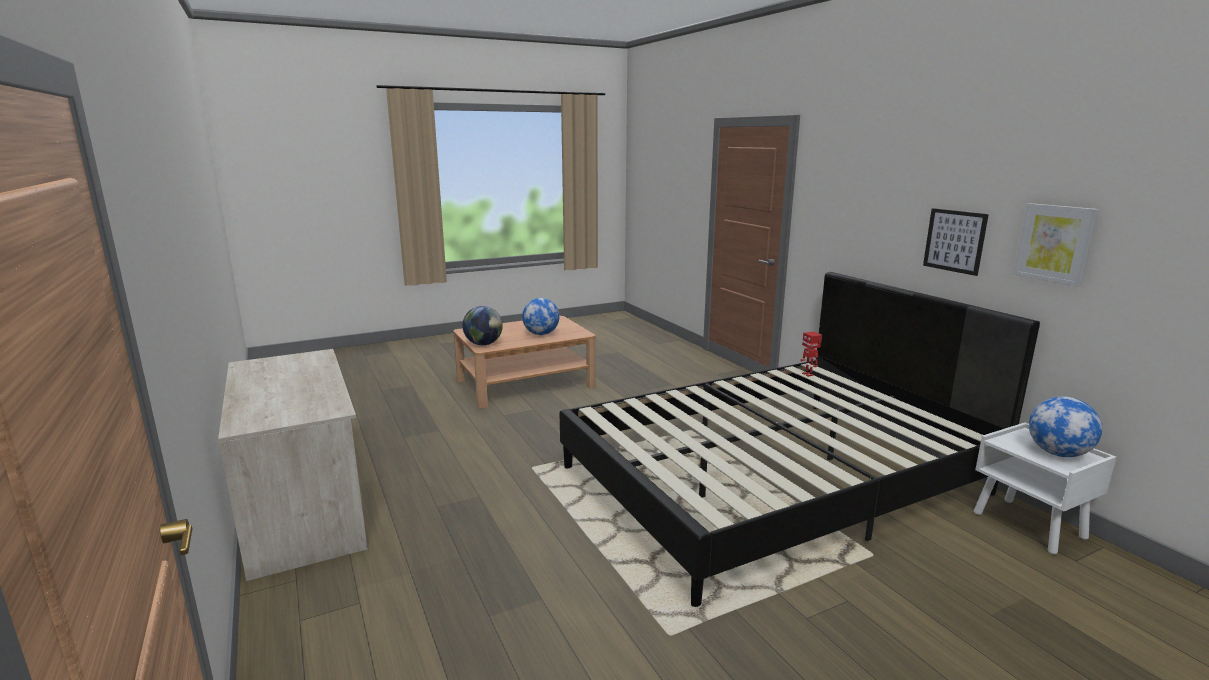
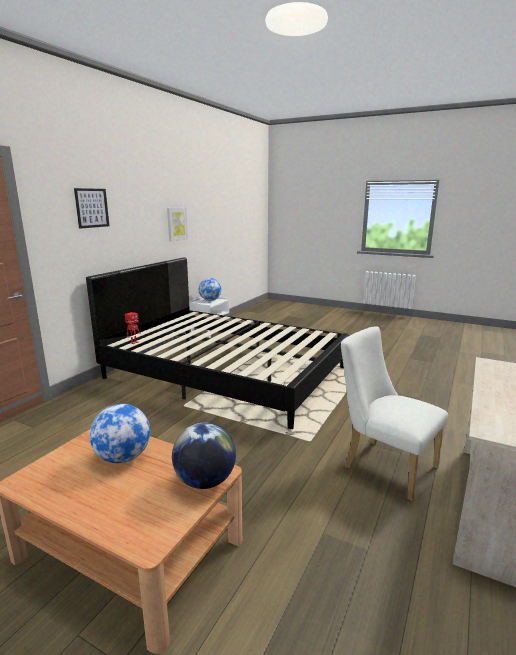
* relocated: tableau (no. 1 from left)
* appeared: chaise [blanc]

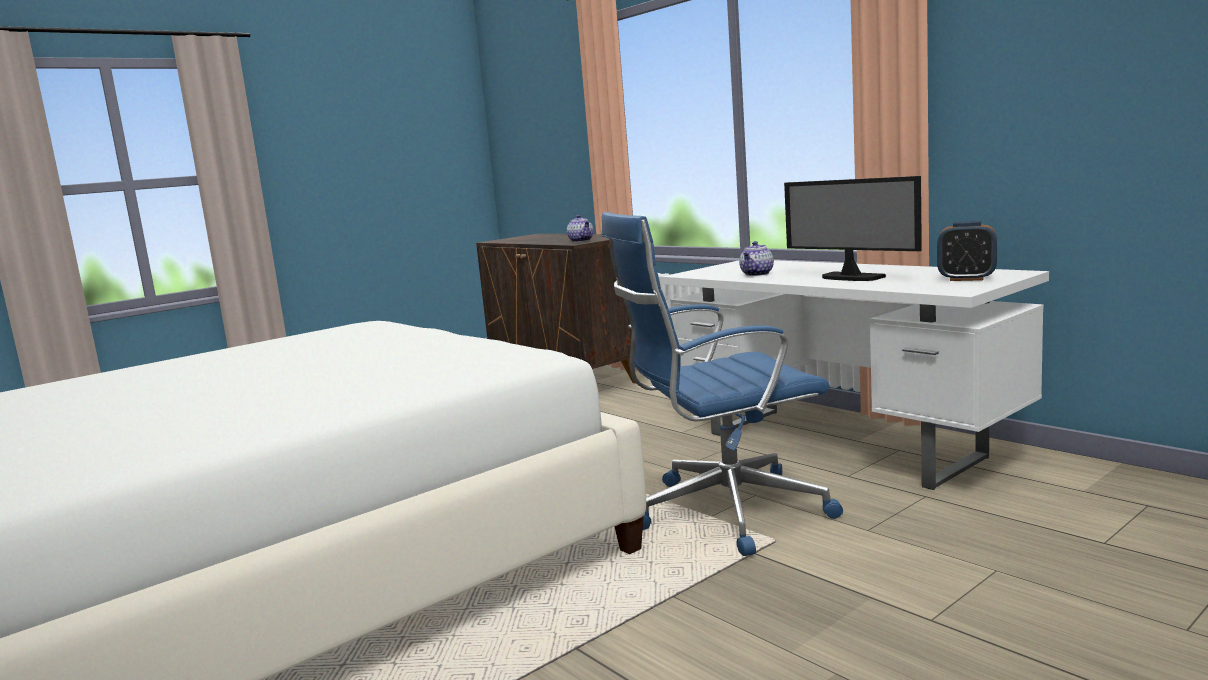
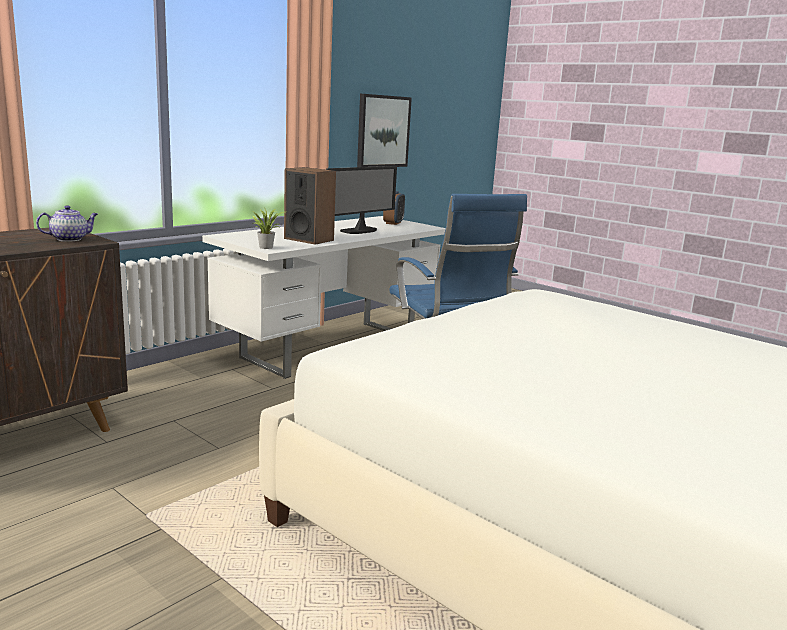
* exchanged: théière (no. 2 from left) to enceinte
* appeared: plante en pot
* appeared: tableau

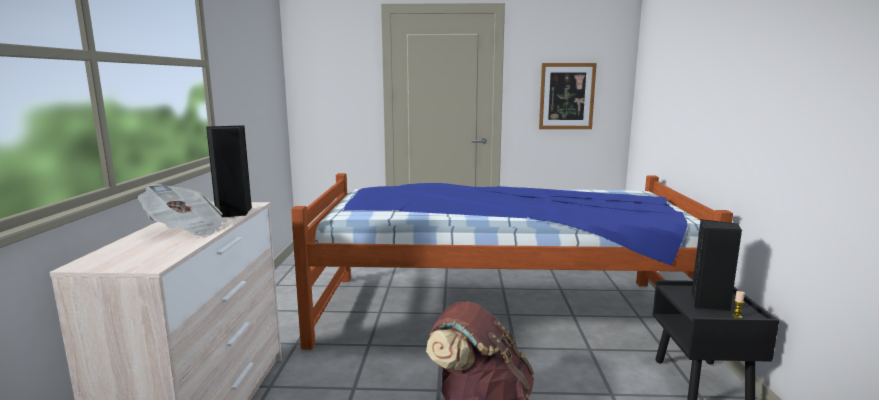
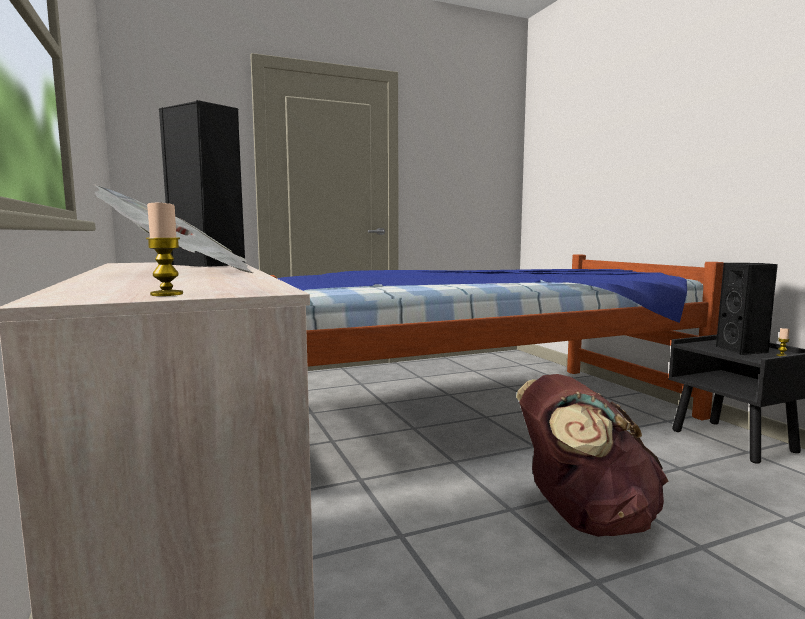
* missing: tableau
* appeared: bougie (no. 1 from left)

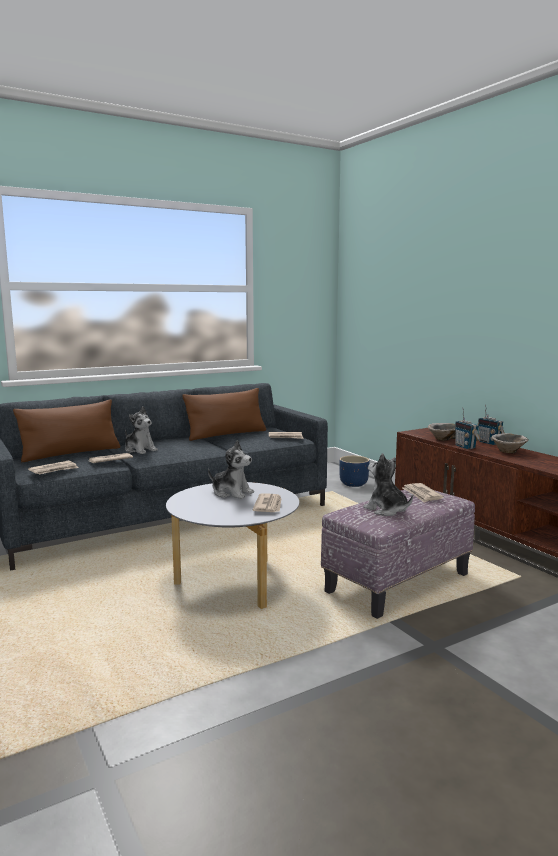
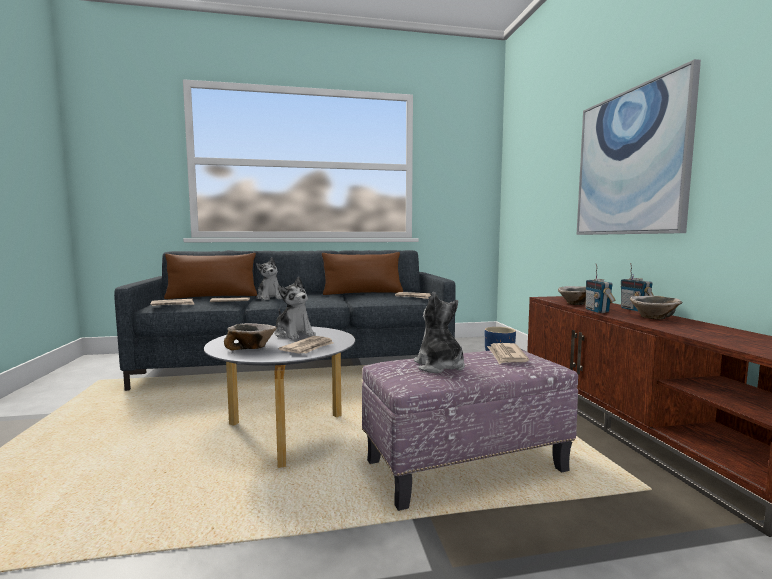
* appeared: bol (no. 1 from left)
* appeared: tableau

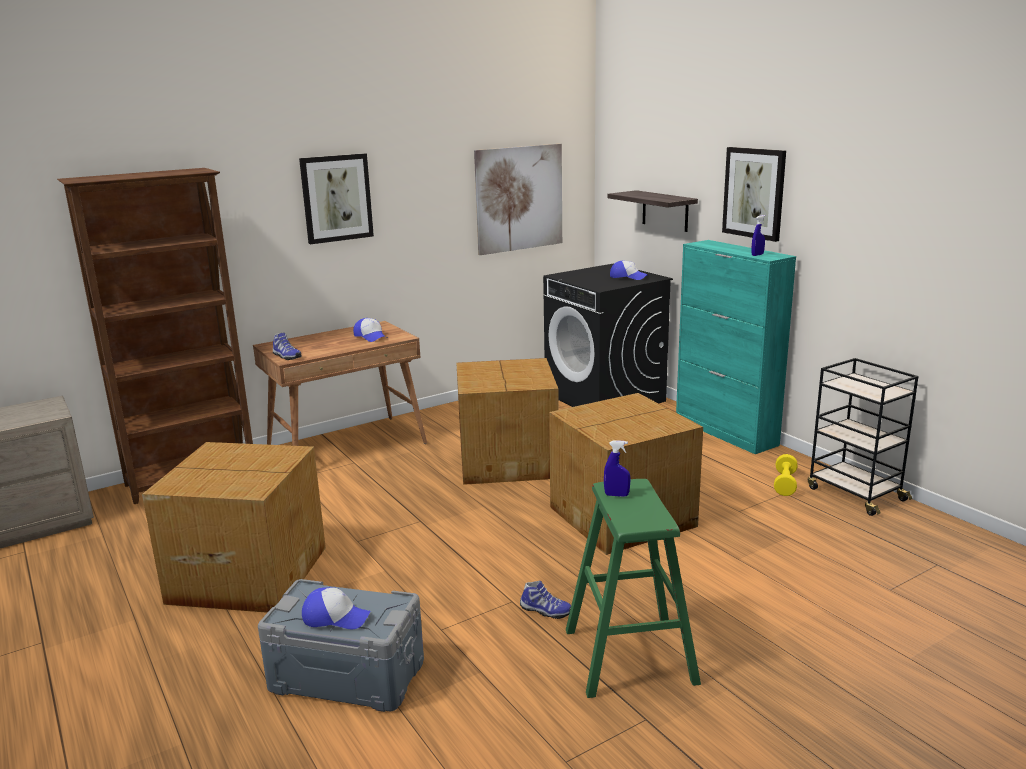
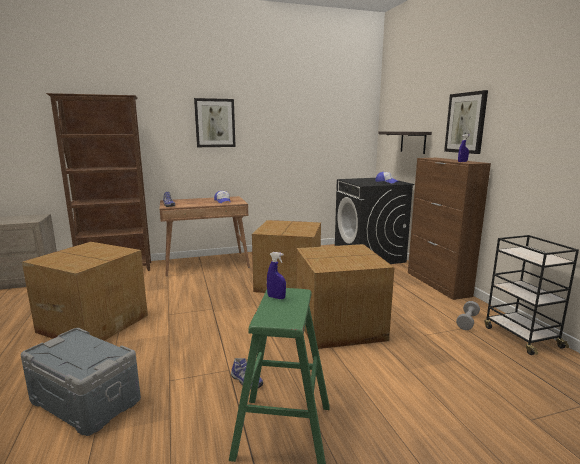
* missing: casquette (no. 1 from left)
* missing: tableau (no. 2 from left)
* colour: meuble de rangement [turquoise] to meuble de rangement [marron]
* colour: haltère [jaune] to haltère [gris]

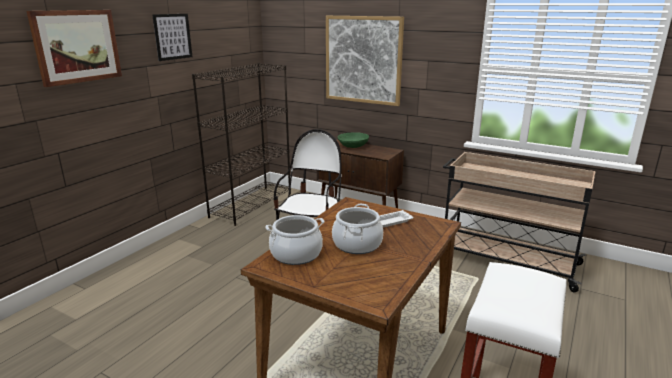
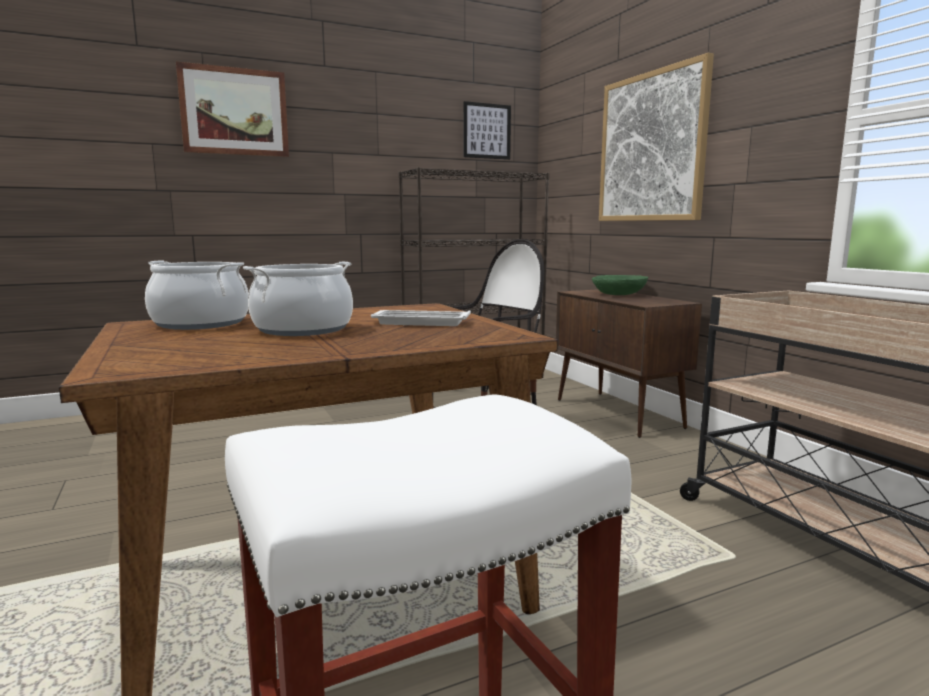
* relocated: tableau (no. 2 from left)

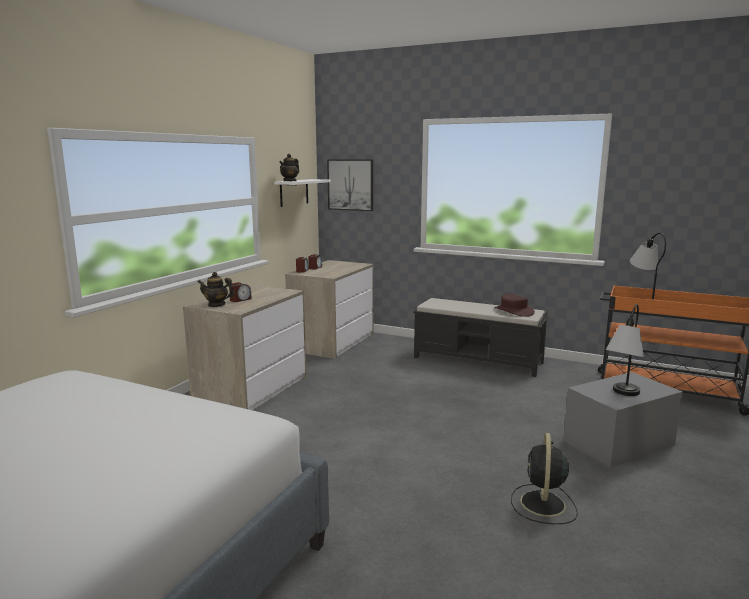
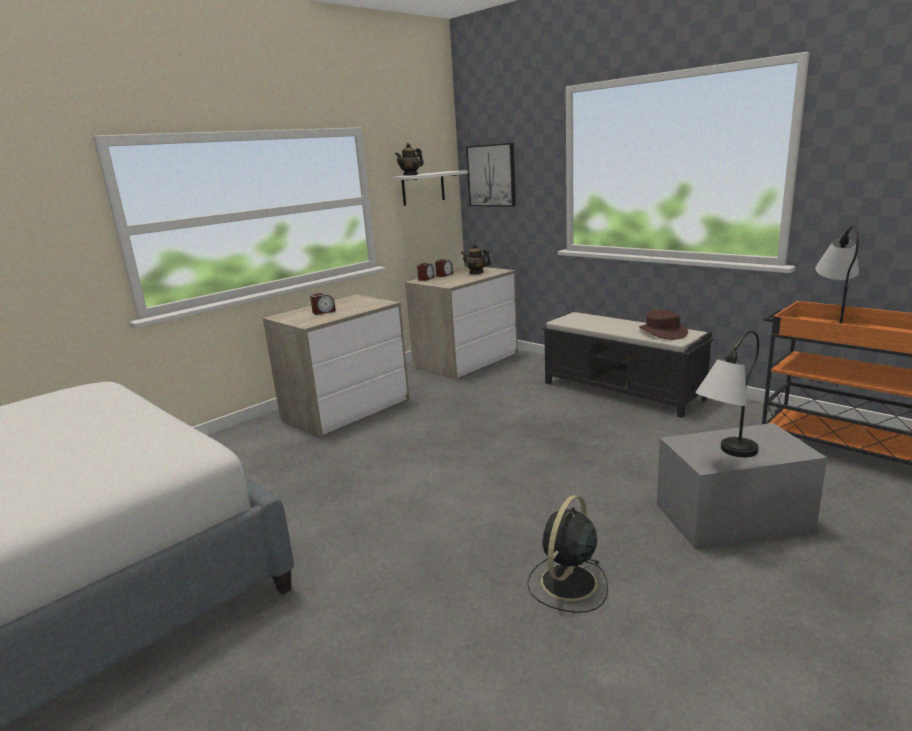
* relocated: théière (no. 1 from left in the first image) to théière (no. 2 from left)

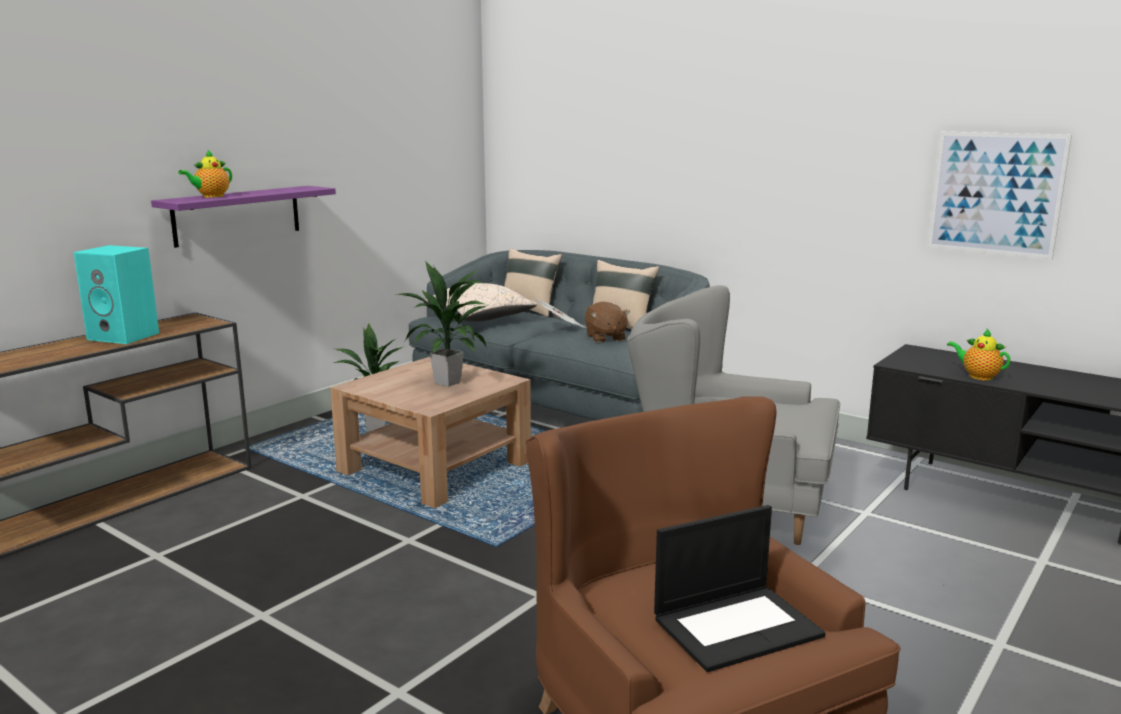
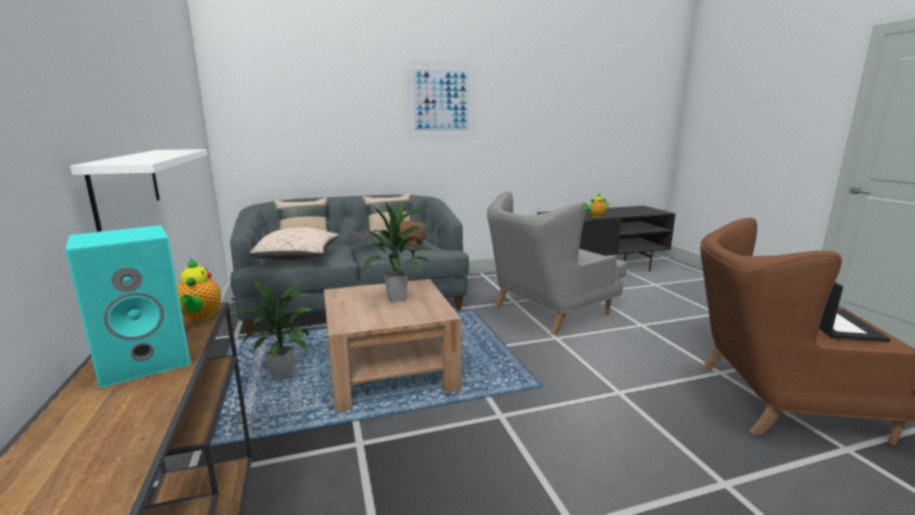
* colour: étagère [violet] to étagère [blanc]
* relocated: théière (no. 1 from left)
* relocated: tableau

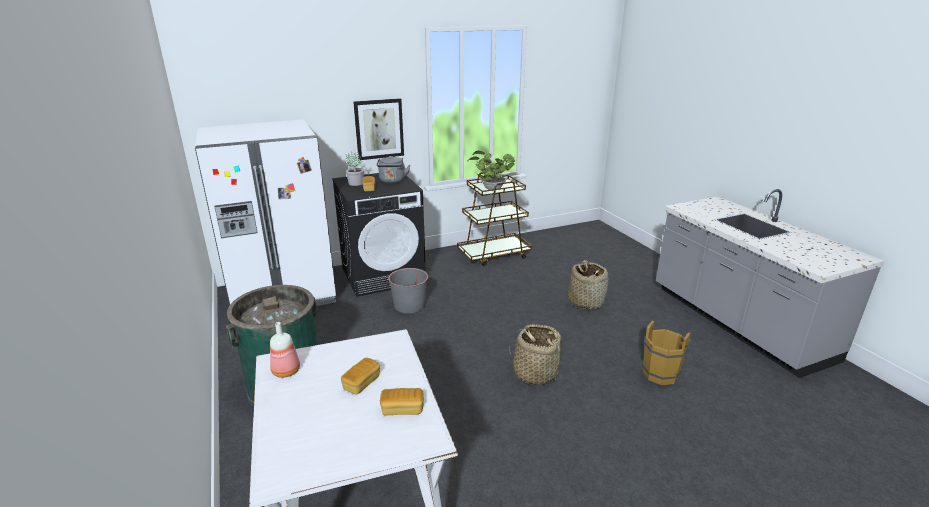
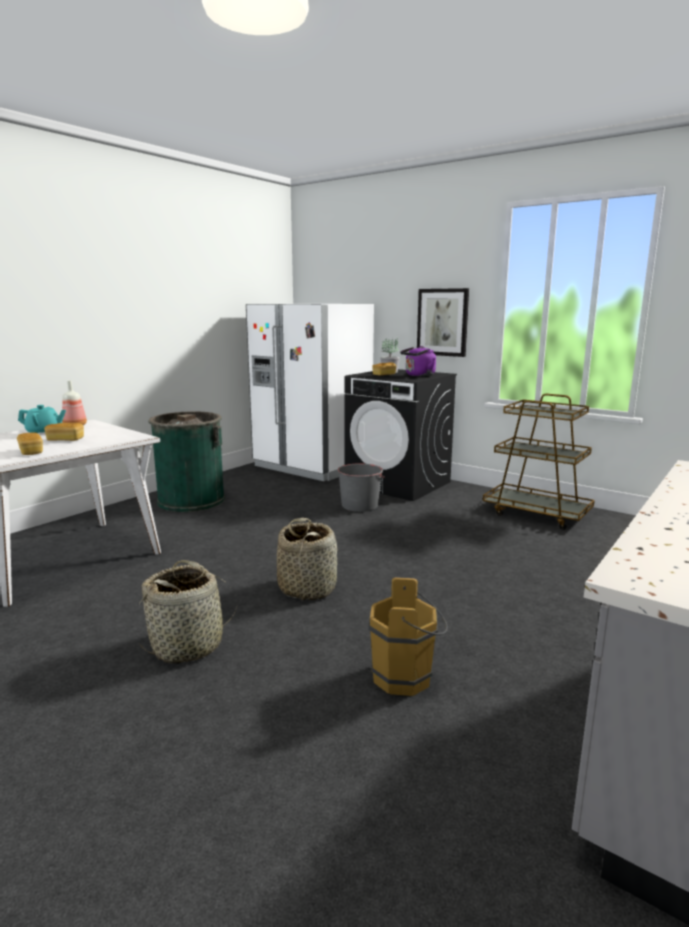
* colour: bouilloire [gris] to bouilloire [violet]
* missing: plante en pot (no. 2 from left)
* relocated: panier (no. 2 from left in the first image) to panier (no. 1 from left)
* appeared: théière [turquoise]

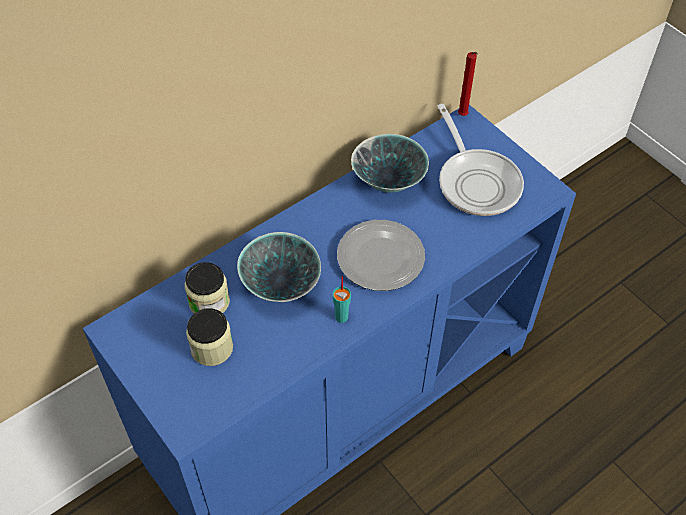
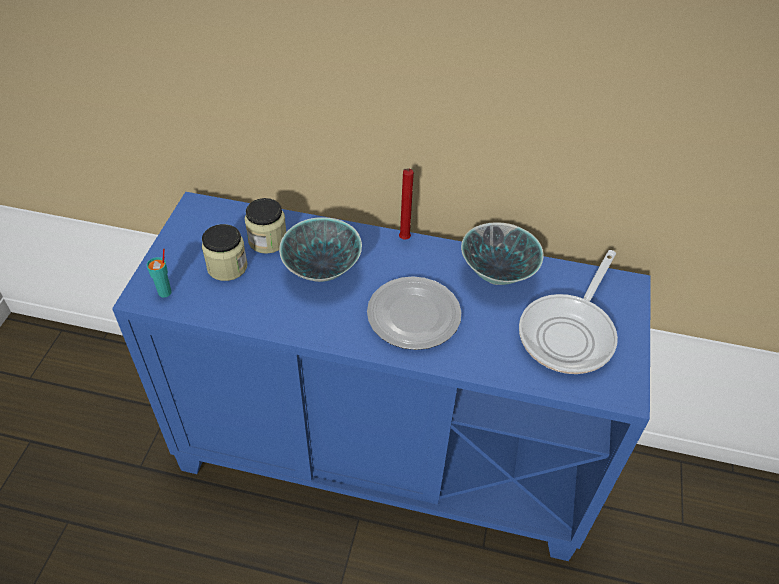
* relocated: tasse [turquoise]
* relocated: bougie [rouge]

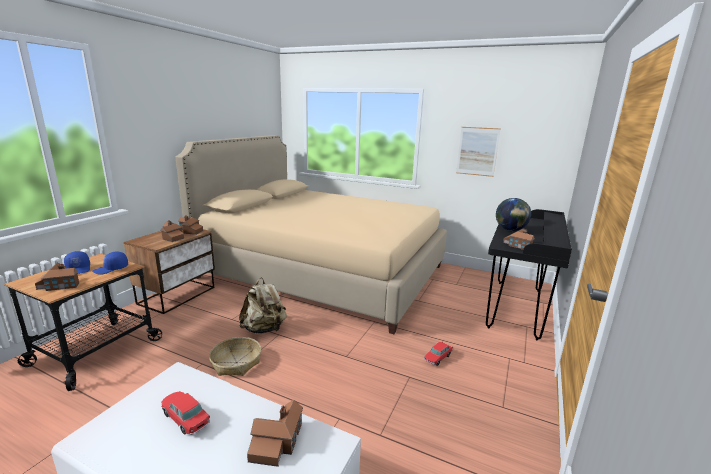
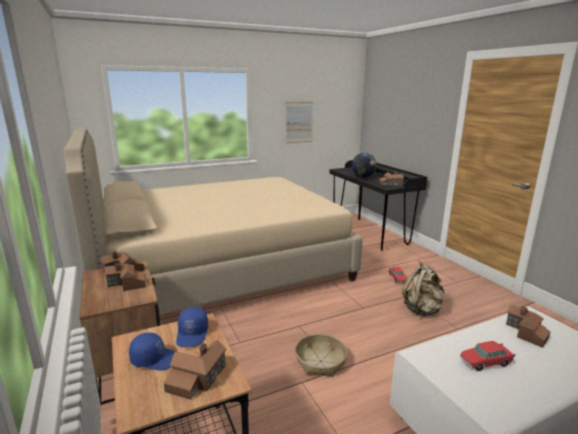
* relocated: sac à dos [beige]

